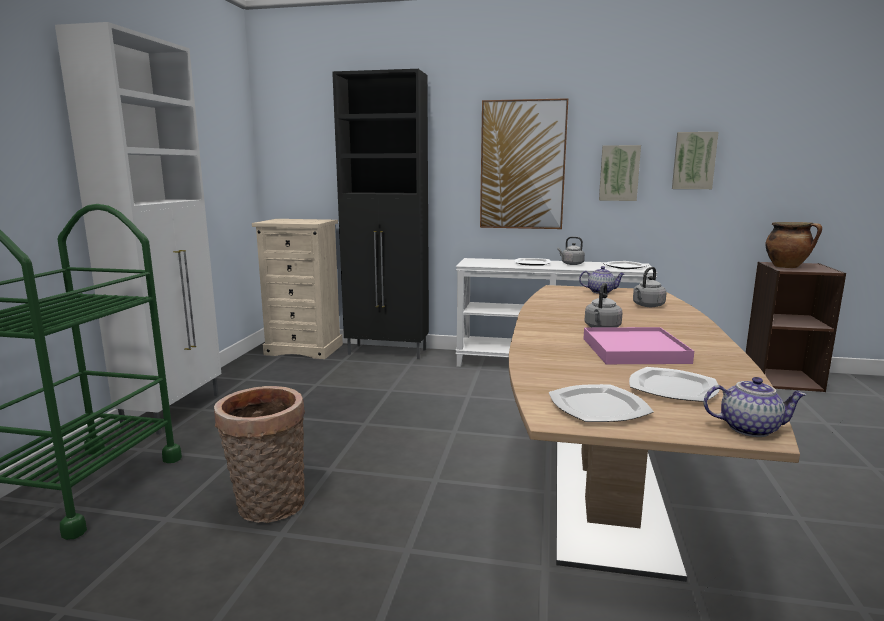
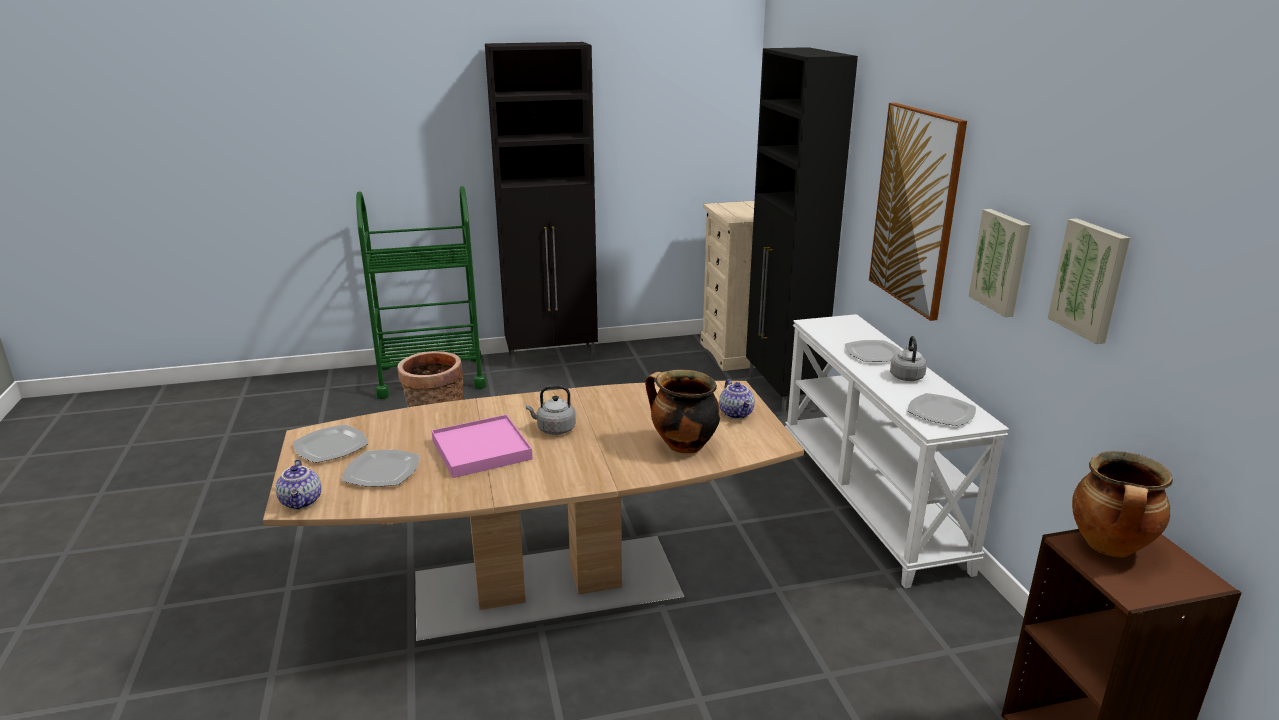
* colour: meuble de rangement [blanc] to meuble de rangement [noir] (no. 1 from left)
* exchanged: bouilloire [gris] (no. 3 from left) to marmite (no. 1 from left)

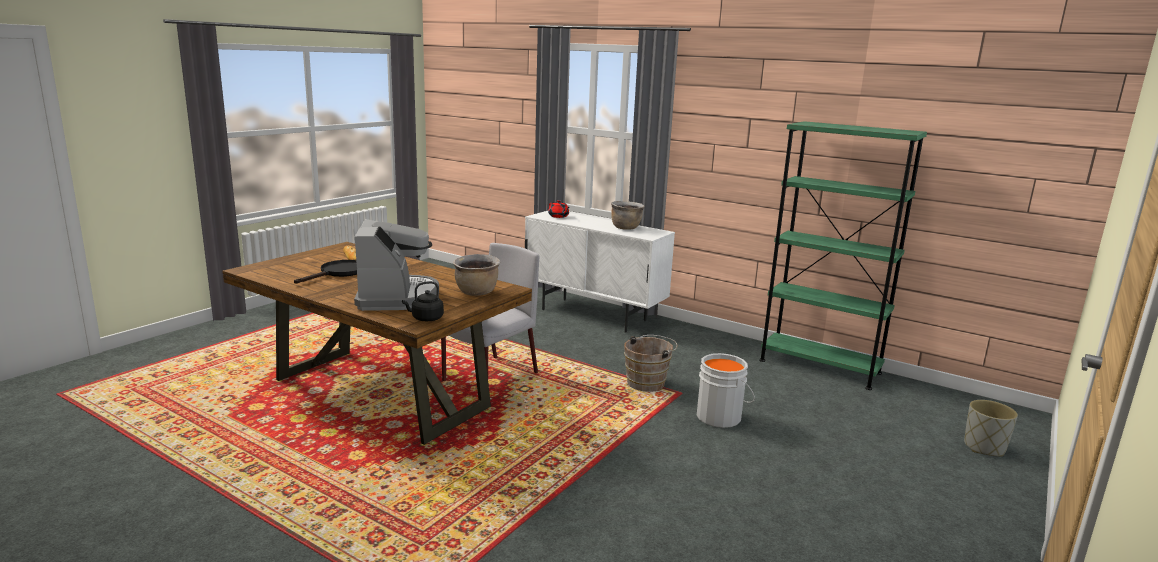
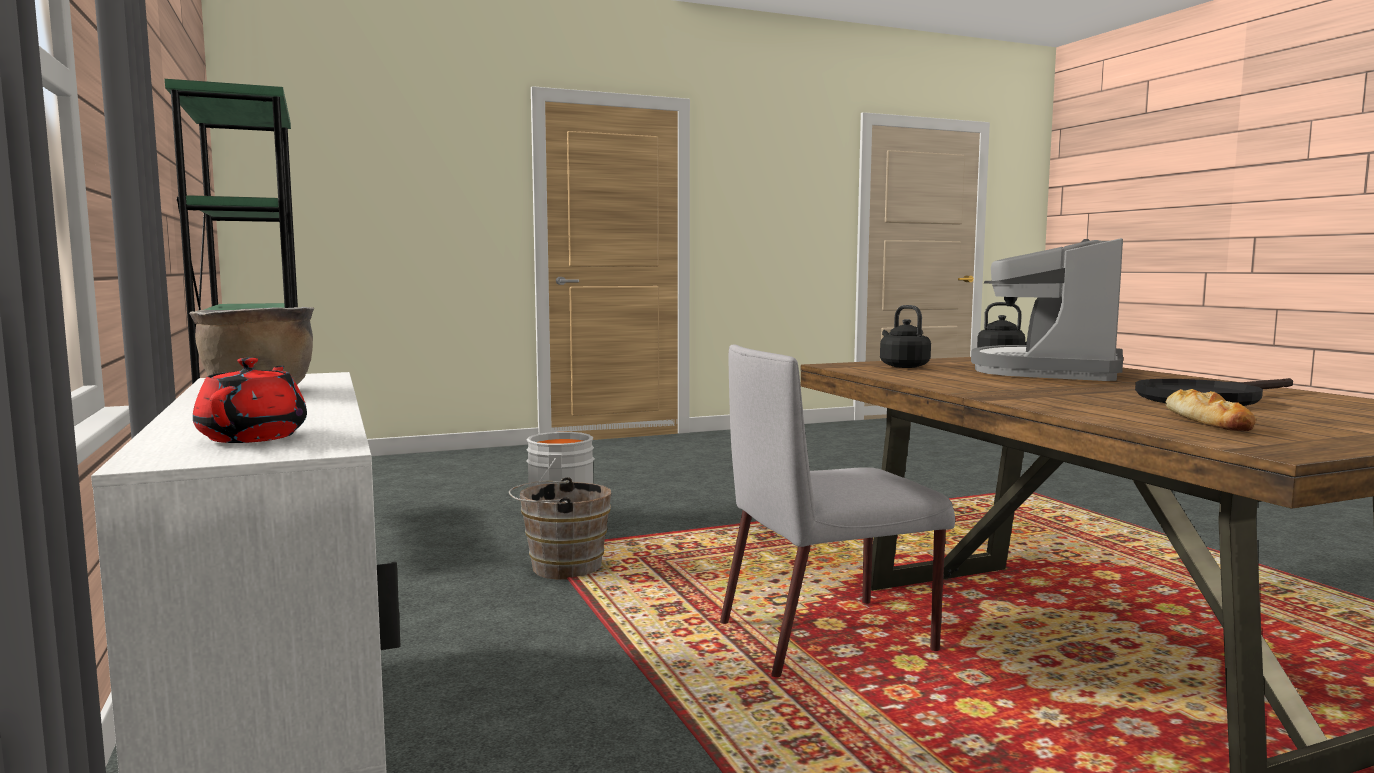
* exchanged: marmite [marron] (no. 1 from left) to bouilloire [noir] (no. 1 from left)
* missing: cache-pot [gris]

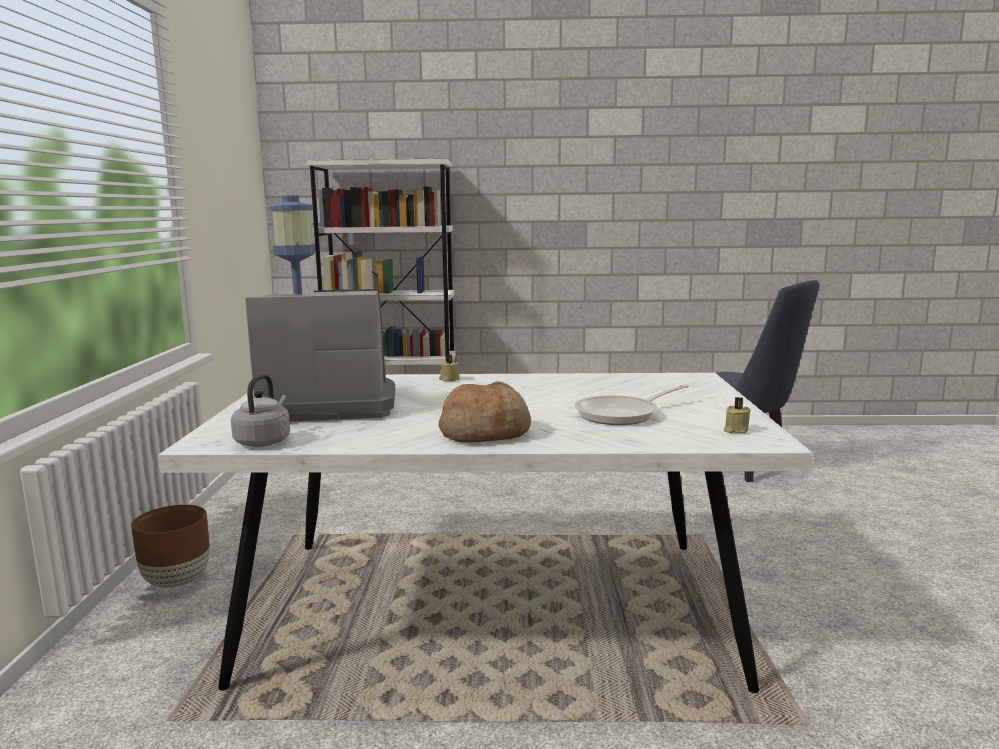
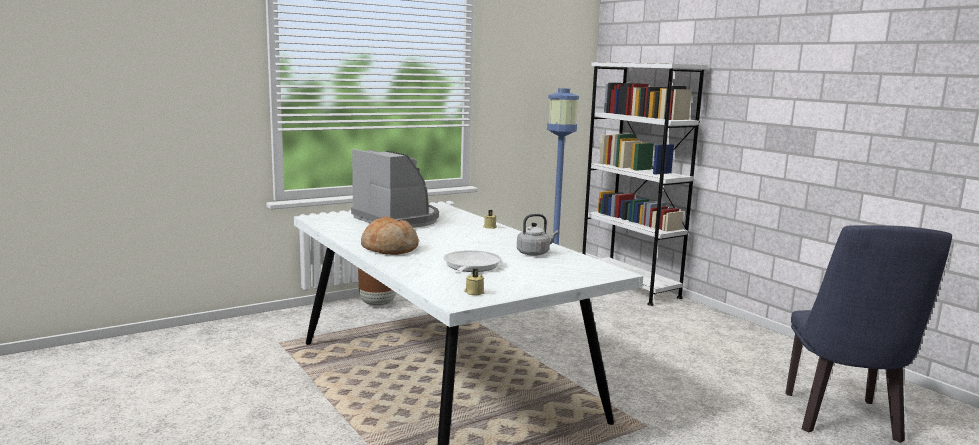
* relocated: bouilloire [gris]
* spun: poêle 75 degrees clockwise

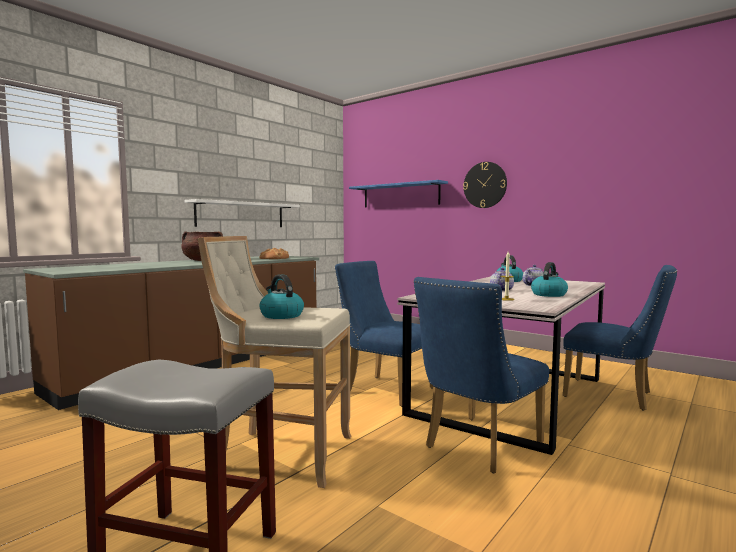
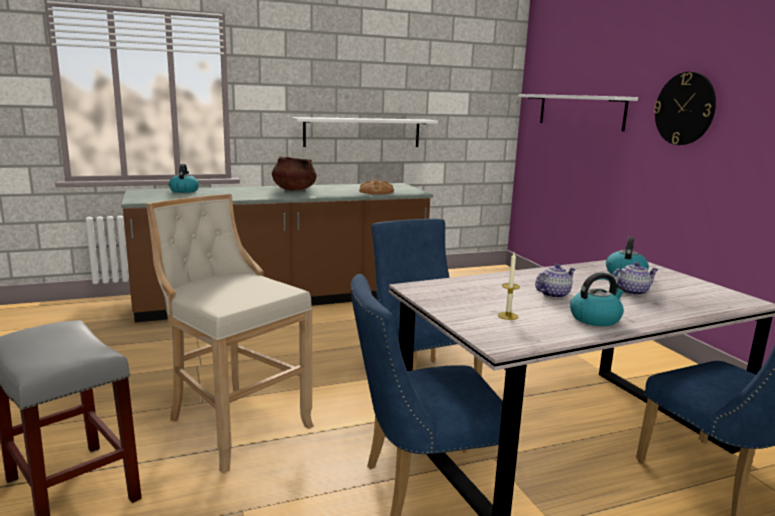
* relocated: bouilloire (no. 1 from left)
* colour: étagère [bleu] to étagère [blanc] (no. 2 from left)

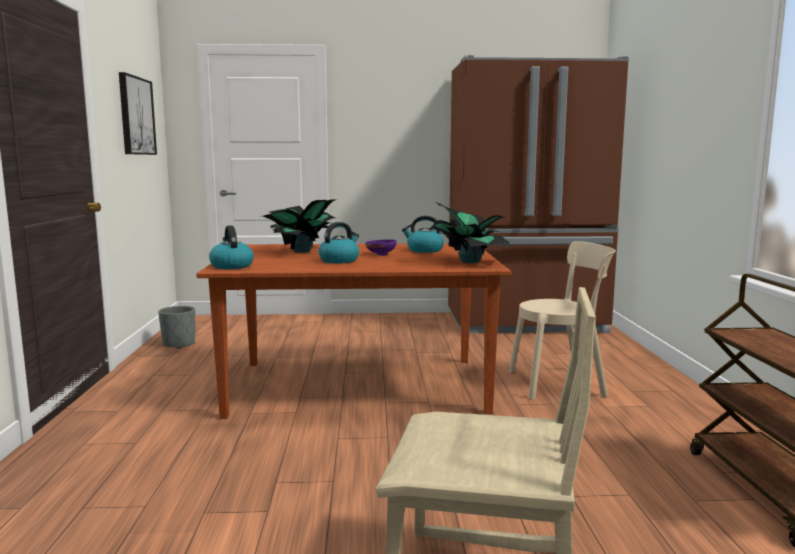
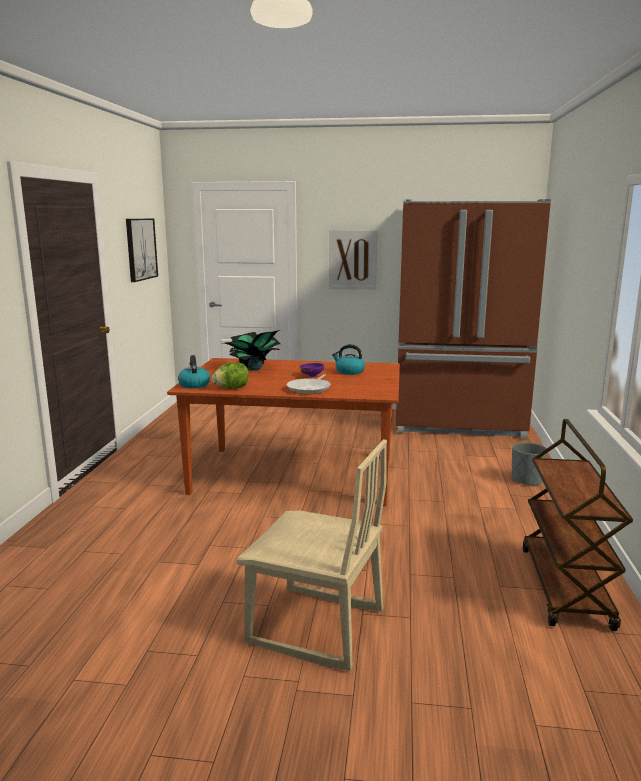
* relocated: cache-pot [gris]
* missing: bouilloire (no. 2 from left)
* missing: plante en pot (no. 2 from left)
* missing: chaise [beige] (no. 2 from left)
* appeared: laitue
* appeared: poêle
* appeared: tableau (no. 2 from left)

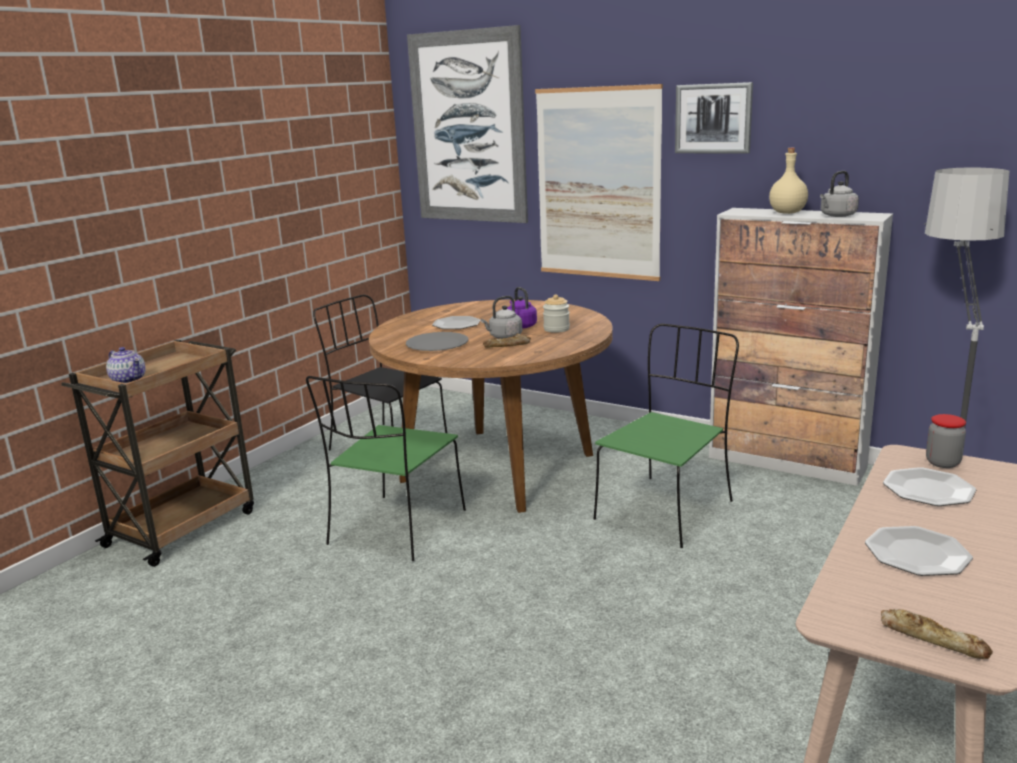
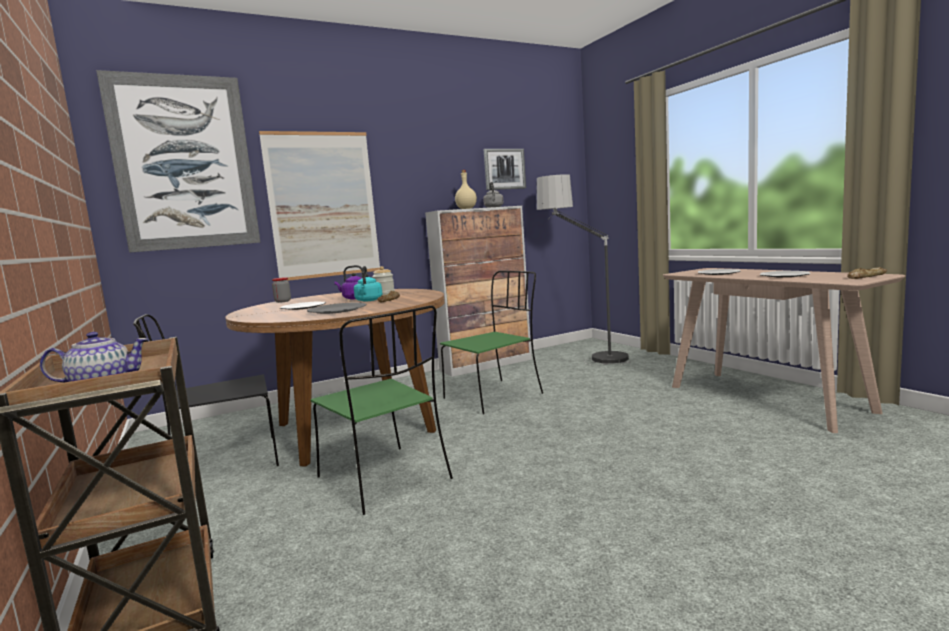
* colour: bouilloire [gris] (no. 1 from left) to bouilloire [turquoise]
* spun: chaise [vert] (no. 2 from left) 75 degrees clockwise
* relocated: tableau (no. 3 from left)
* relocated: bocal (no. 2 from left in the first image) to bocal (no. 1 from left)

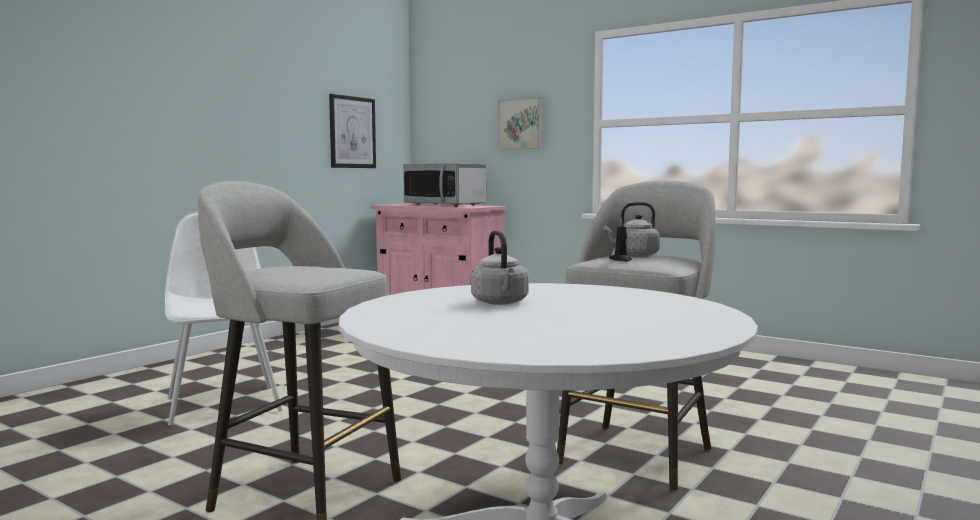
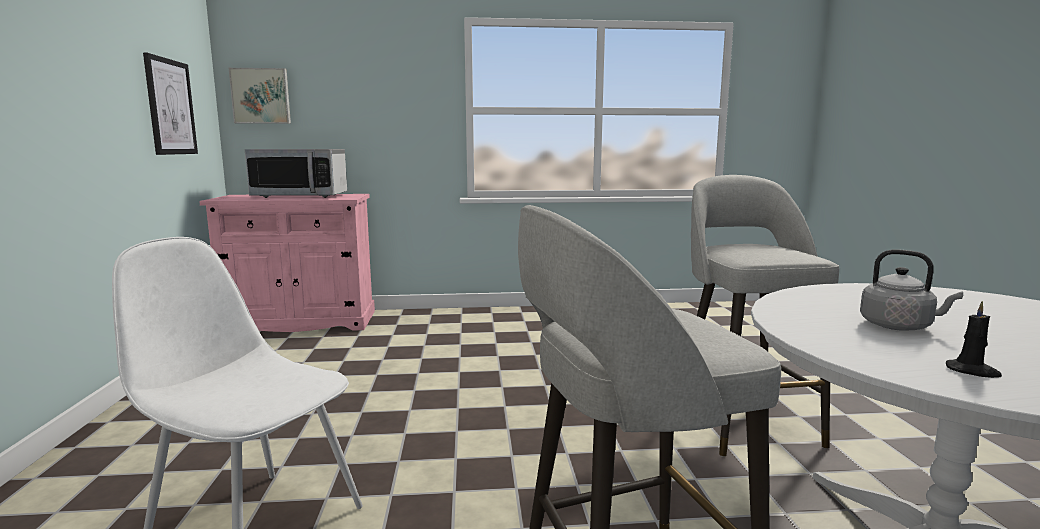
* relocated: tableau (no. 2 from left)
* missing: bouilloire [gris] (no. 2 from left)
* relocated: bougie [noir]

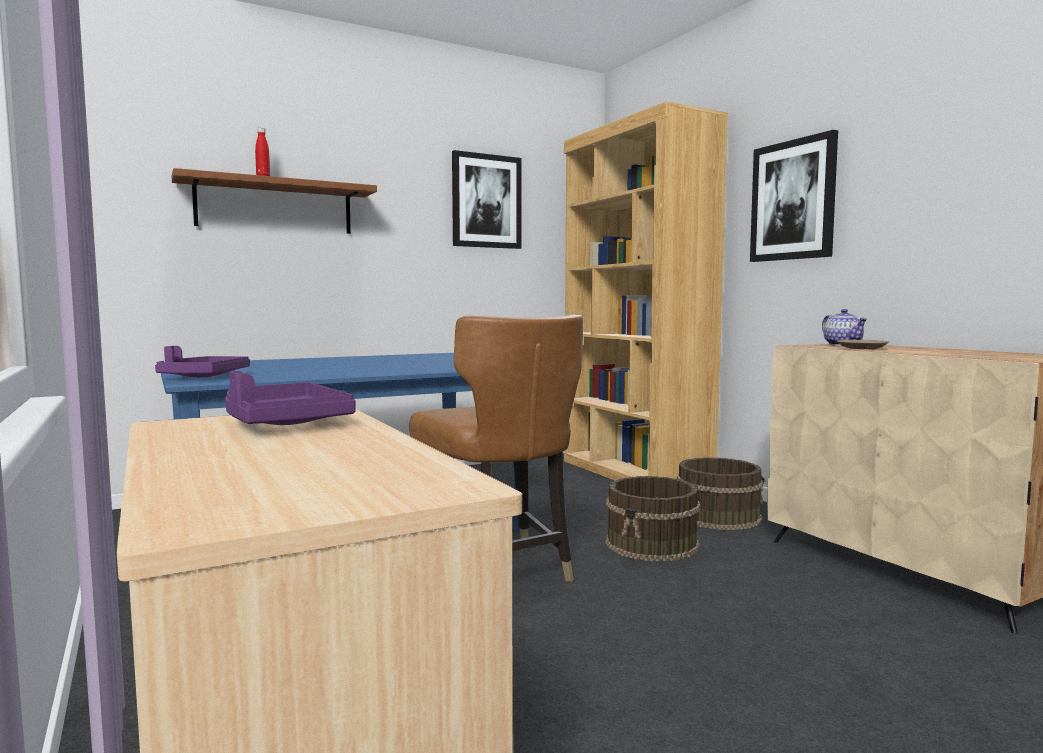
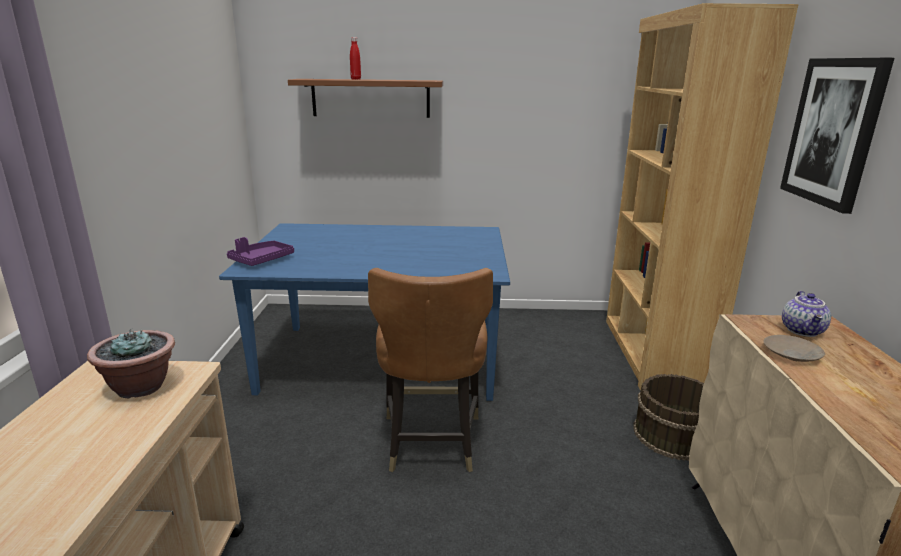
* exchanged: plateau [violet] (no. 2 from left) to plante en pot
* missing: tableau (no. 1 from left)
* missing: seau [marron] (no. 1 from left)

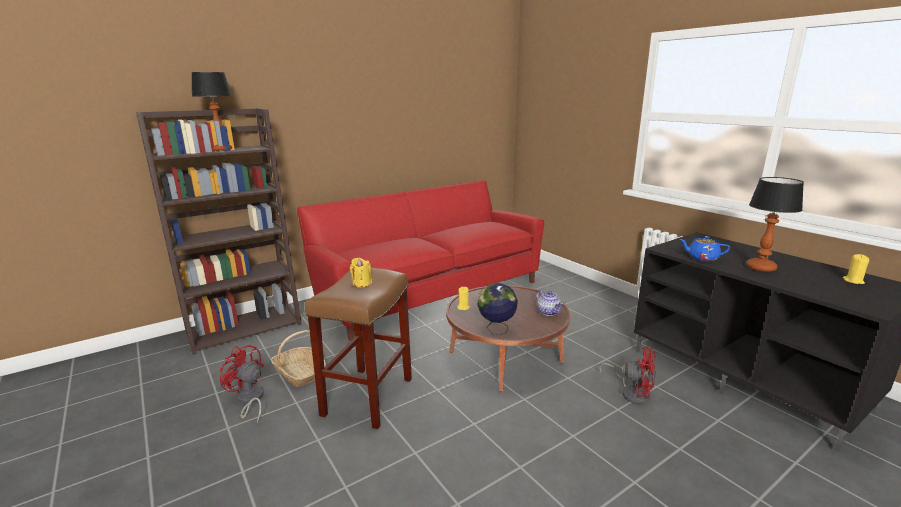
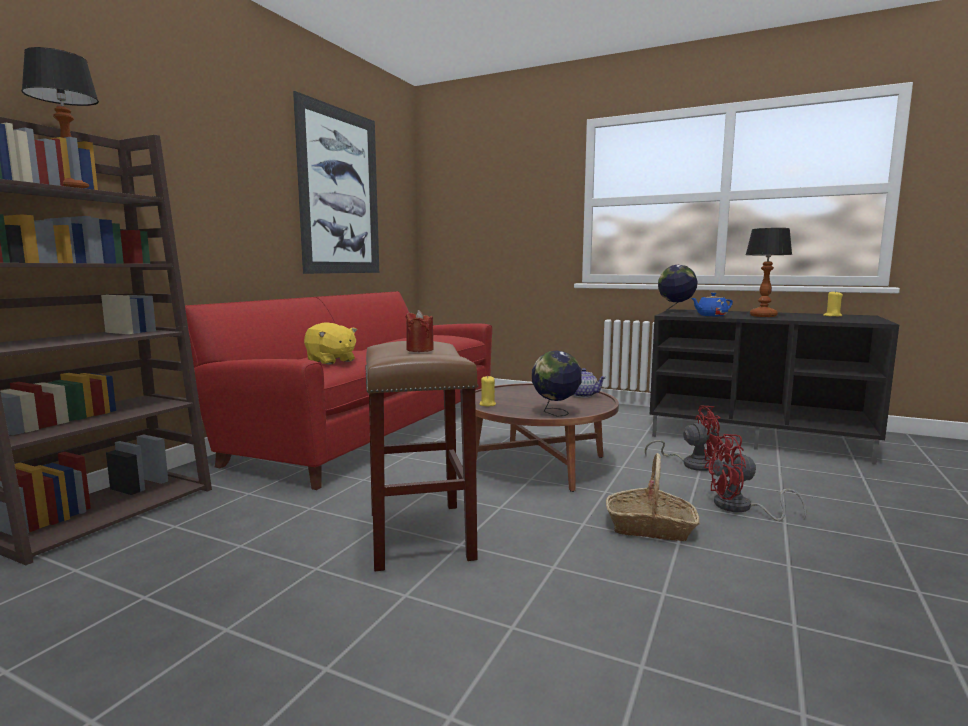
* relocated: ventilateur [rouge] (no. 1 from left in the first image) to ventilateur [rouge] (no. 2 from left)
* relocated: panier
* colour: bougie [jaune] (no. 1 from left) to bougie [rouge]
* appeared: tableau
* appeared: peluche [jaune]
* appeared: globe (no. 2 from left)

